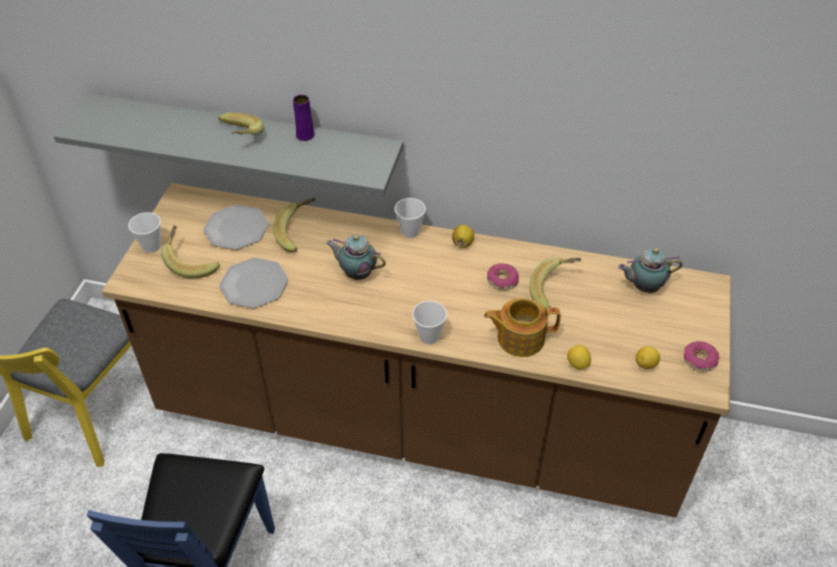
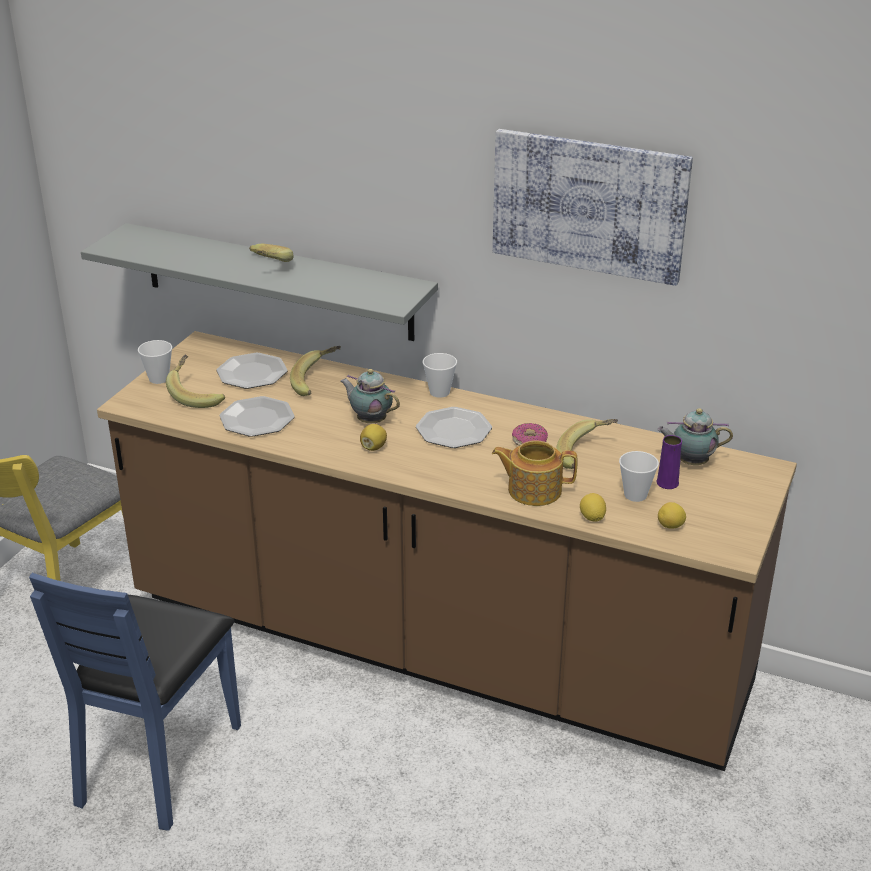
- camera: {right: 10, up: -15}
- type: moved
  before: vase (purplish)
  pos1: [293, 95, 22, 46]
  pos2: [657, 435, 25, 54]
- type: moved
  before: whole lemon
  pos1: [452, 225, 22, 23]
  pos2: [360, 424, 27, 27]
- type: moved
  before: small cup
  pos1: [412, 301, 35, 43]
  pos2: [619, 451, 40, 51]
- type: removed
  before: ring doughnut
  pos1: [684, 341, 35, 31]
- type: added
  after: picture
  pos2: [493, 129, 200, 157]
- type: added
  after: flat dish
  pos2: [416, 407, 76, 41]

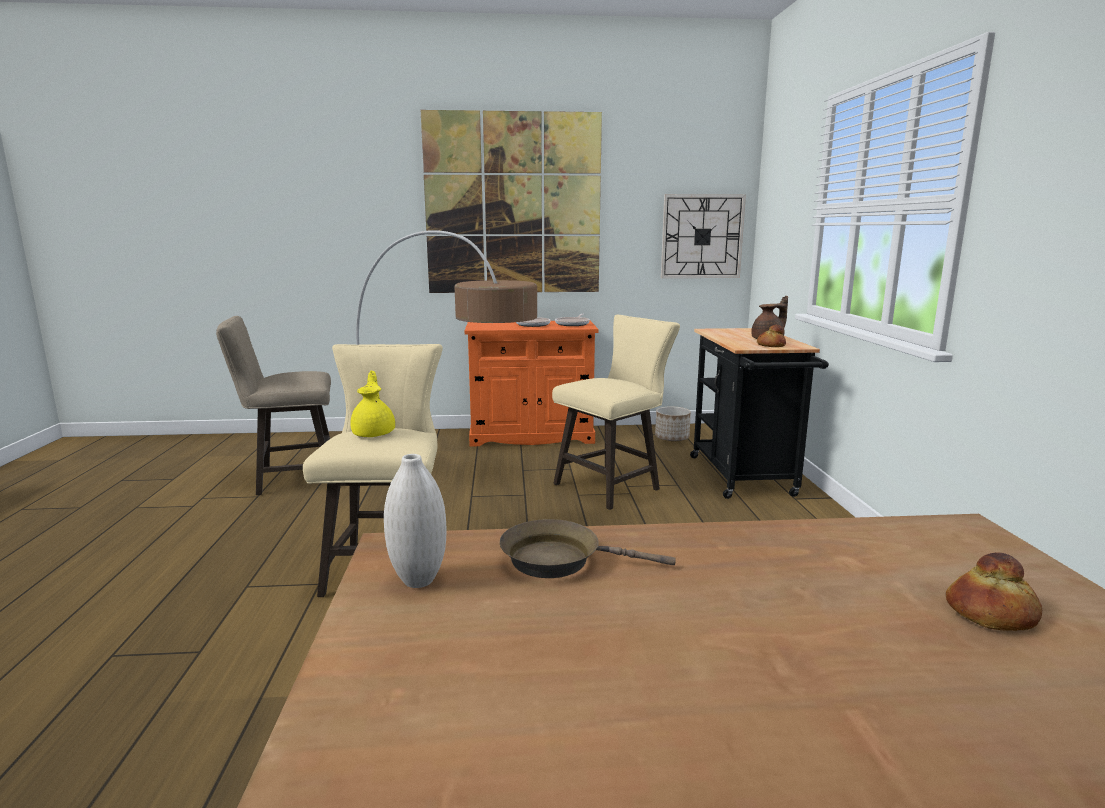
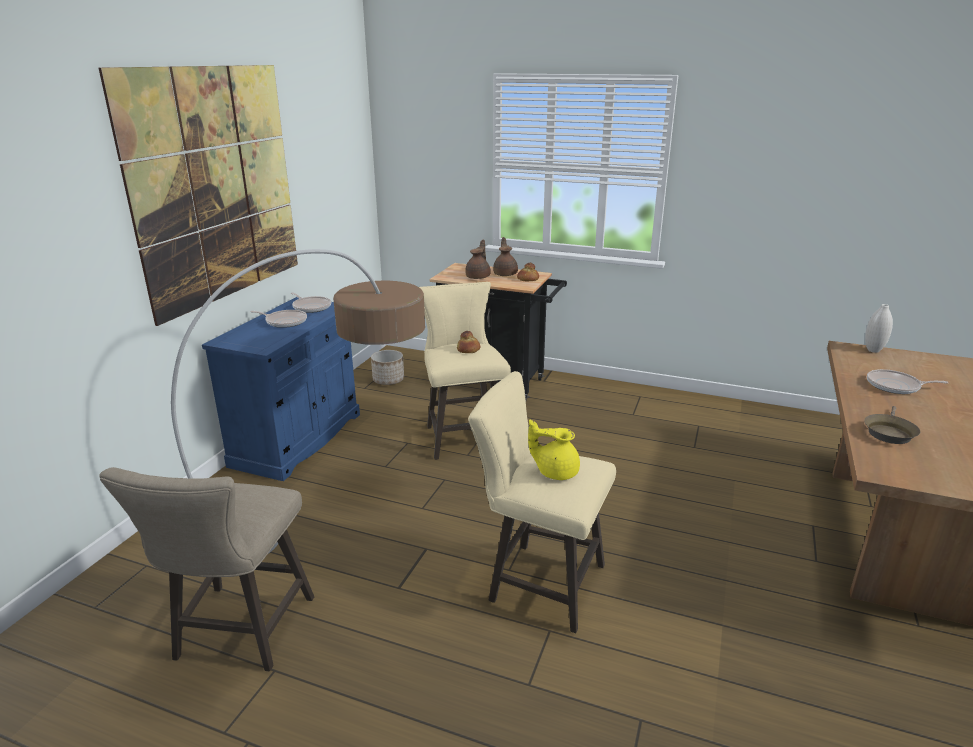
- camera: {right: -65, up: 10}
- type: removed
  before: wall clock
  pos1: [661, 194, 85, 84]
- type: recoloured
  before: cabinet (orange-coloured)
  after: cabinet (bluish)
  pos1: [465, 321, 134, 126]
  pos2: [202, 297, 158, 184]
- type: moved
  before: vase (white-coloured)
  pos1: [384, 454, 62, 134]
  pos2: [865, 304, 28, 49]
- type: moved
  before: bread
  pos1: [946, 553, 96, 78]
  pos2: [457, 331, 23, 22]
- type: added
  after: pot for tea (brown)
  pos2: [465, 239, 26, 40]
- type: added
  after: skillet
  pos2: [867, 369, 81, 25]

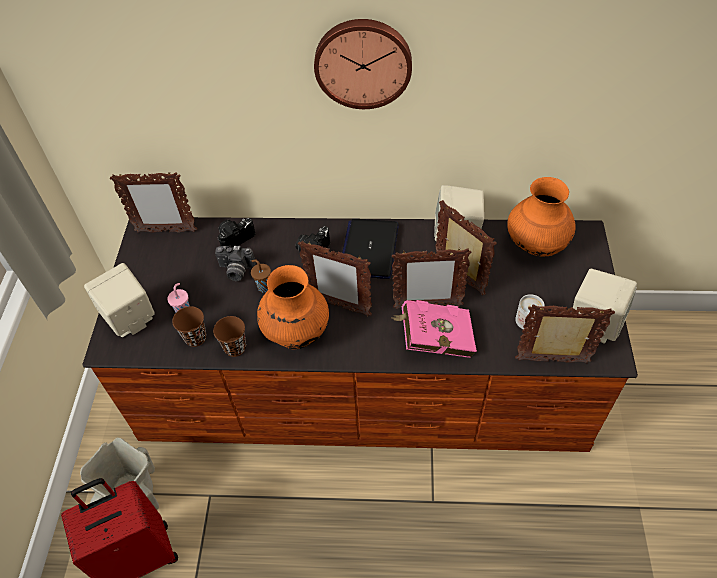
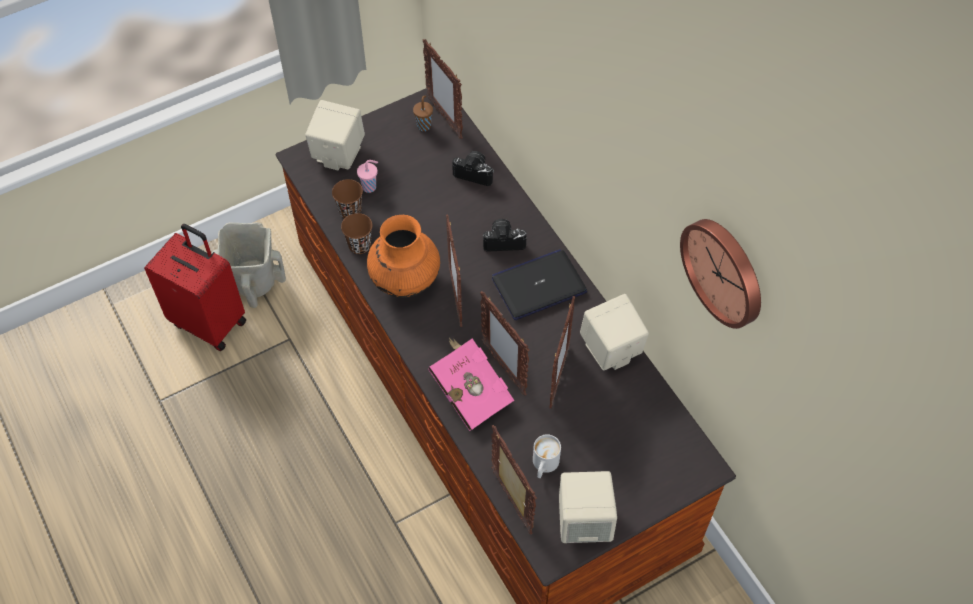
- camera: {right: 55, up: 5}
- type: moved
  before: wall clock
  pos1: [314, 19, 98, 90]
  pos2: [680, 219, 81, 110]
- type: removed
  before: vase (orange-coloured)
  pos1: [507, 177, 69, 79]
- type: removed
  before: photo camera
  pos1: [215, 246, 41, 35]
- type: moved
  before: small cup (brown)
  pos1: [251, 259, 20, 33]
  pos2: [413, 95, 20, 36]

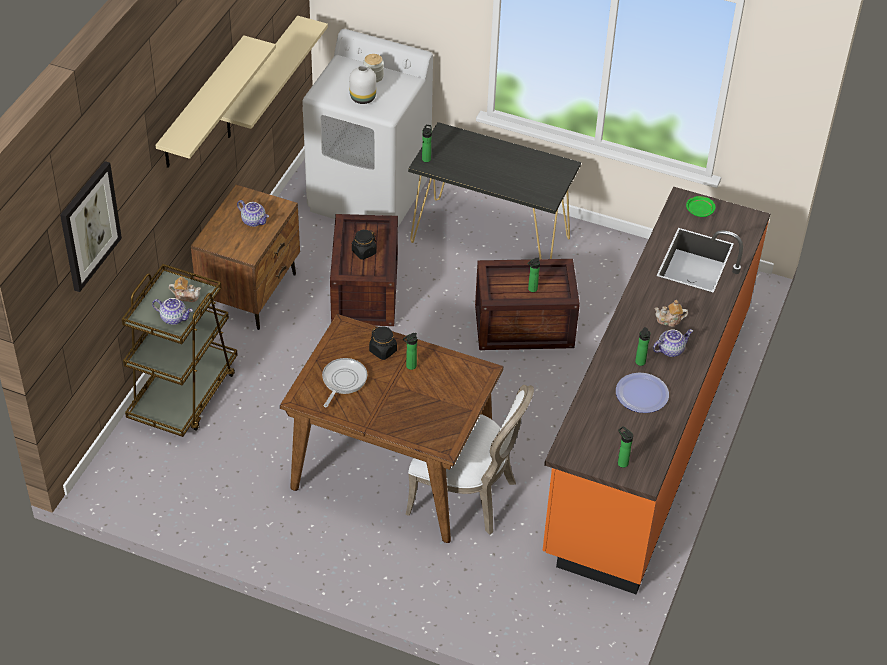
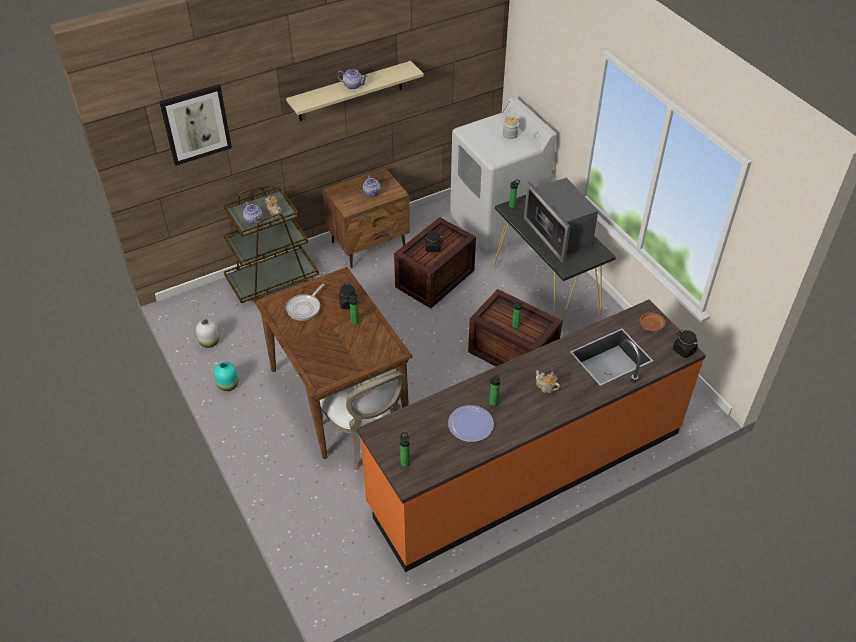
- camera: {right: 40, up: 0}
- type: removed
  before: wall shelf (sand-coloured)
  pos1: [221, 16, 107, 122]
- type: moved
  before: vase (white-coloured)
  pos1: [349, 65, 27, 39]
  pos2: [196, 319, 23, 29]
- type: recoloured
  before: flat dish (green-coloured)
  after: flat dish (brown)
  pos1: [686, 196, 30, 21]
  pos2: [640, 313, 25, 18]
- type: moved
  before: pot for tea
  pos1: [652, 329, 41, 28]
  pos2: [337, 69, 31, 20]
- type: turned
  before: skillet
  pos1: [322, 358, 45, 49]
  pos2: [286, 284, 38, 37]
  turn: 150
- type: added
  after: kitchen microwave
  pos2: [524, 178, 74, 85]
- type: added
  after: storage jar (blackish)
  pos2: [673, 330, 25, 28]
- type: added
  after: vase (blue-green)
  pos2: [214, 362, 24, 29]

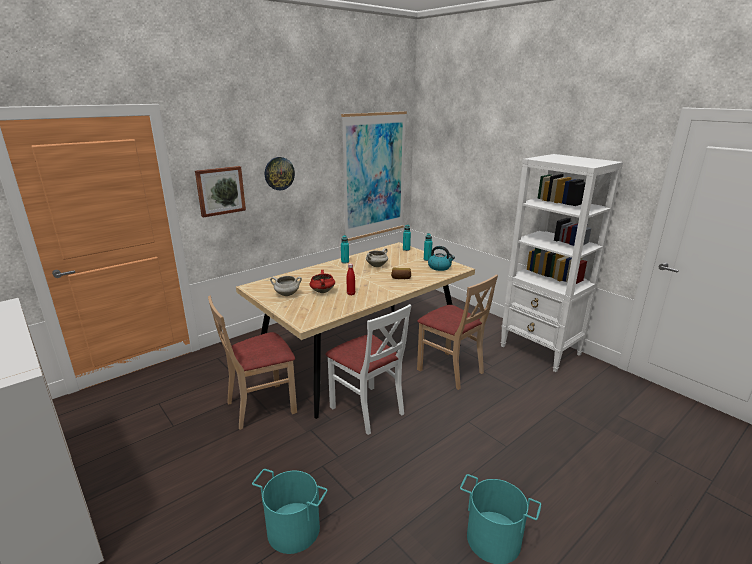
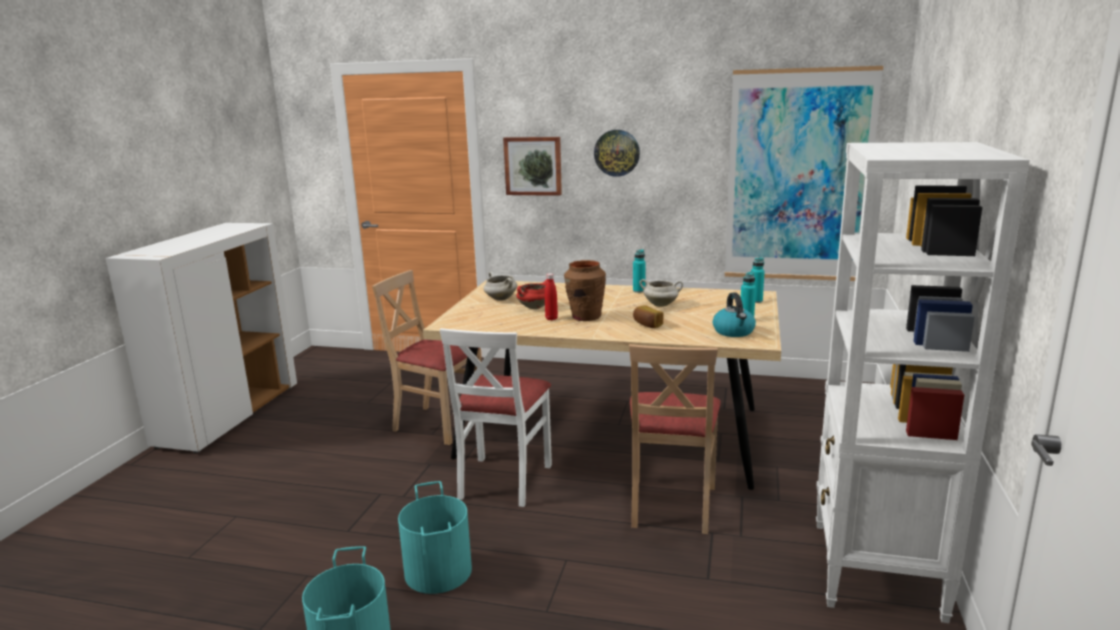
- camera: {right: 55, up: -5}
- type: moved
  before: bucket (blue-green)
  pos1: [252, 469, 76, 85]
  pos2: [398, 481, 74, 113]
- type: added
  after: vase (brown)
  pos2: [564, 260, 42, 61]

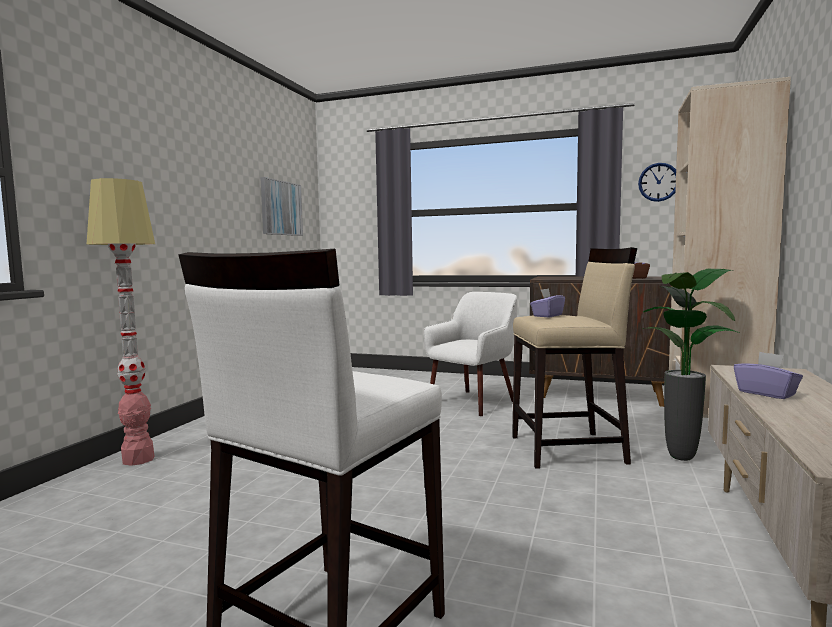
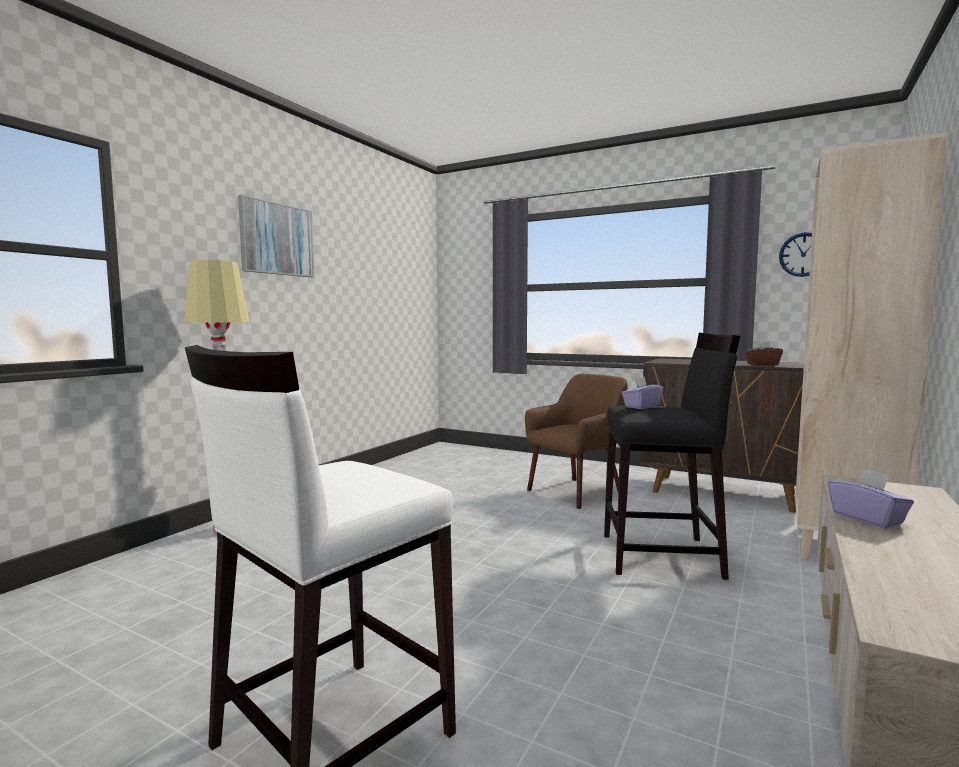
- camera: {right: 10, up: 0}
- type: moved
  before: picture
  pos1: [260, 177, 43, 59]
  pos2: [238, 195, 76, 82]
- type: recoloured
  before: stool (sand-coloured)
  after: stool (blackish)
  pos1: [512, 247, 125, 222]
  pos2: [604, 333, 136, 247]
- type: removed
  before: plant in a pot
  pos1: [642, 269, 97, 192]
- type: recoloured
  before: armchair (white-coloured)
  after: armchair (brown)
  pos1: [424, 292, 93, 124]
  pos2: [525, 374, 103, 135]

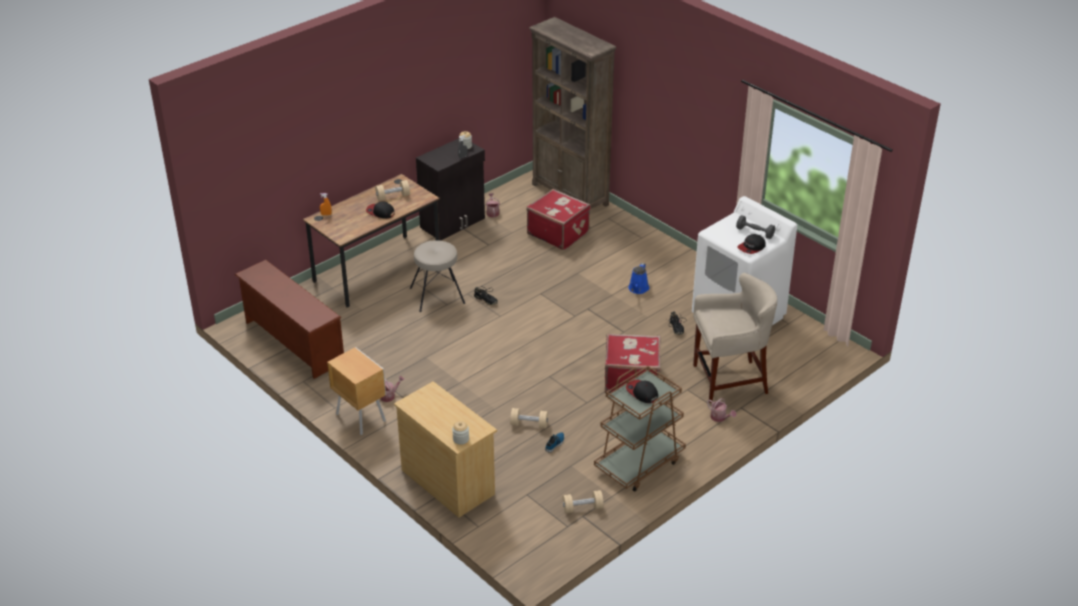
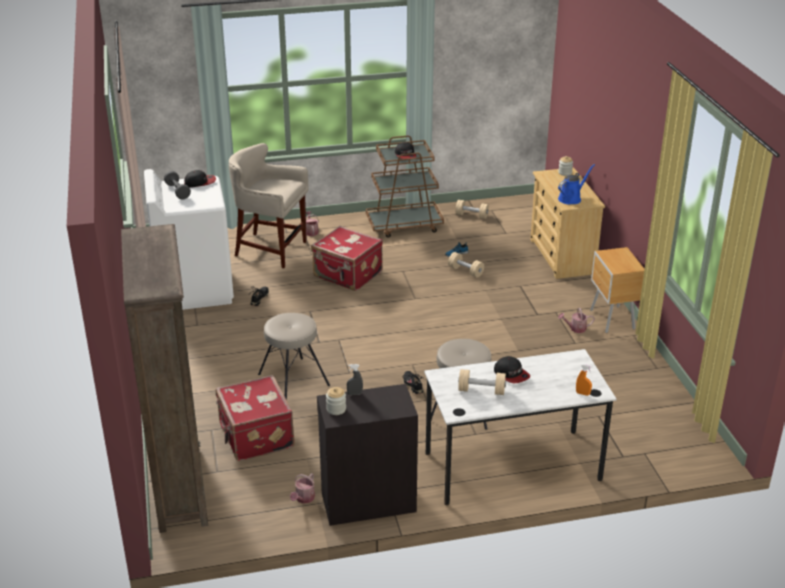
- camera: {right: -150, up: -5}
- type: recoloured
  before: desk (brown)
  after: desk (white-coloured)
  pos1: [303, 174, 137, 134]
  pos2: [424, 349, 193, 156]
- type: removed
  before: shoe rack (brown)
  pos1: [235, 260, 109, 119]
- type: moved
  before: watering can (bluish)
  pos1: [628, 263, 21, 31]
  pos2: [558, 164, 37, 41]
- type: added
  after: stool (sand-coloured)
  pos2: [258, 313, 72, 87]

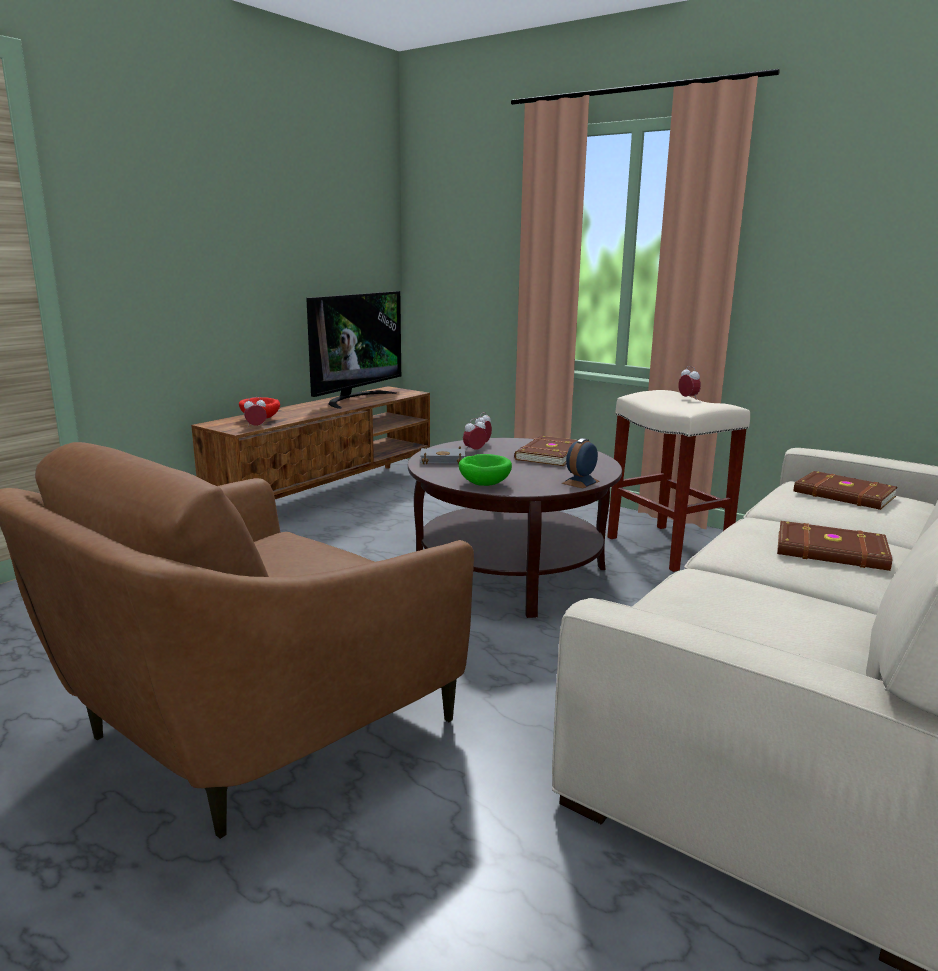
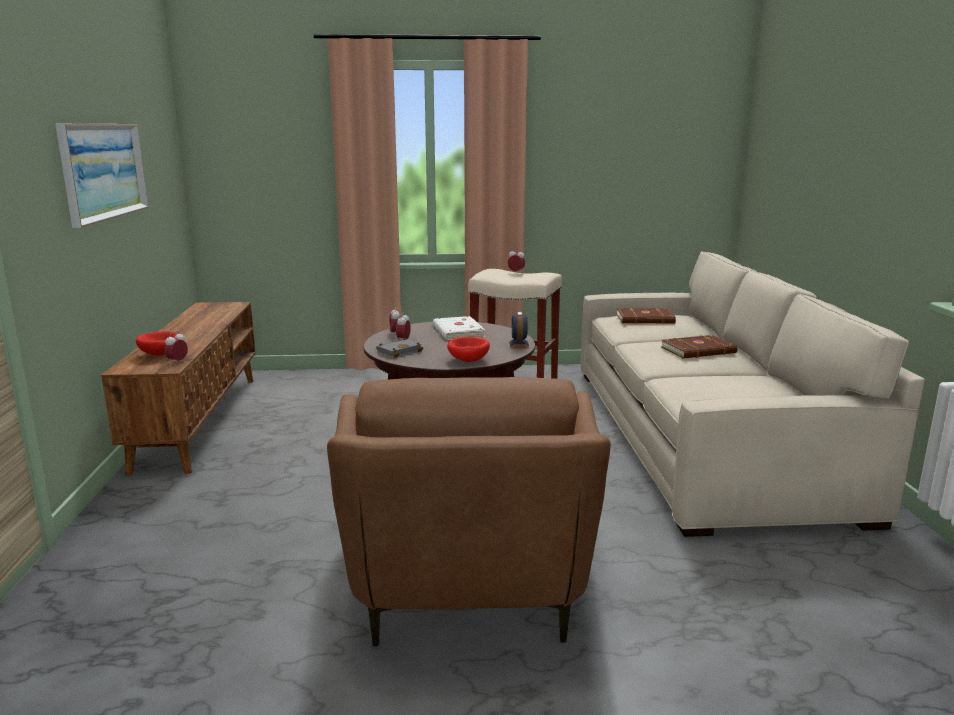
- camera: {right: -40, up: 0}
- type: removed
  before: TV
  pos1: [306, 291, 95, 118]
- type: recoloured
  before: volume (brown)
  after: volume (white-coloured)
  pos1: [514, 436, 64, 30]
  pos2: [433, 316, 52, 24]
- type: recoloured
  before: bowl (green-coloured)
  after: bowl (red)
  pos1: [459, 454, 53, 32]
  pos2: [447, 337, 43, 25]
- type: added
  after: picture
  pos2: [55, 124, 93, 104]

